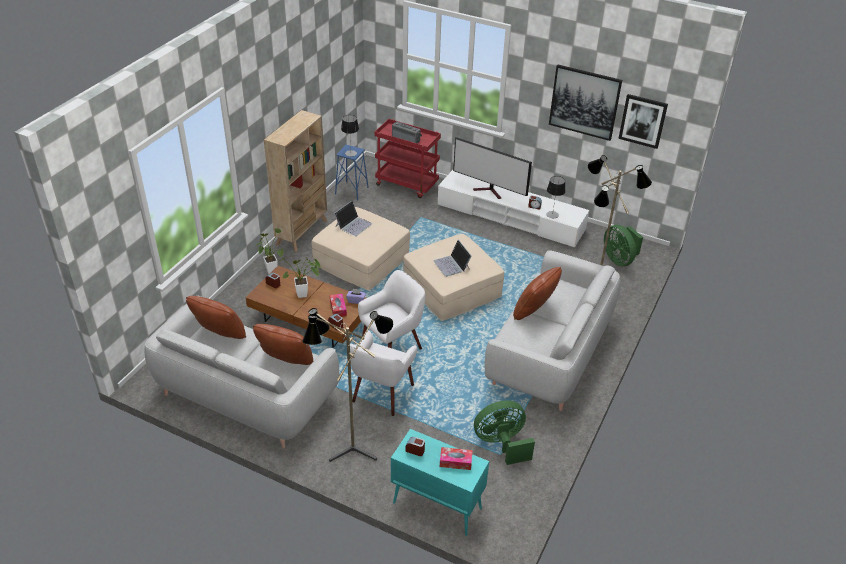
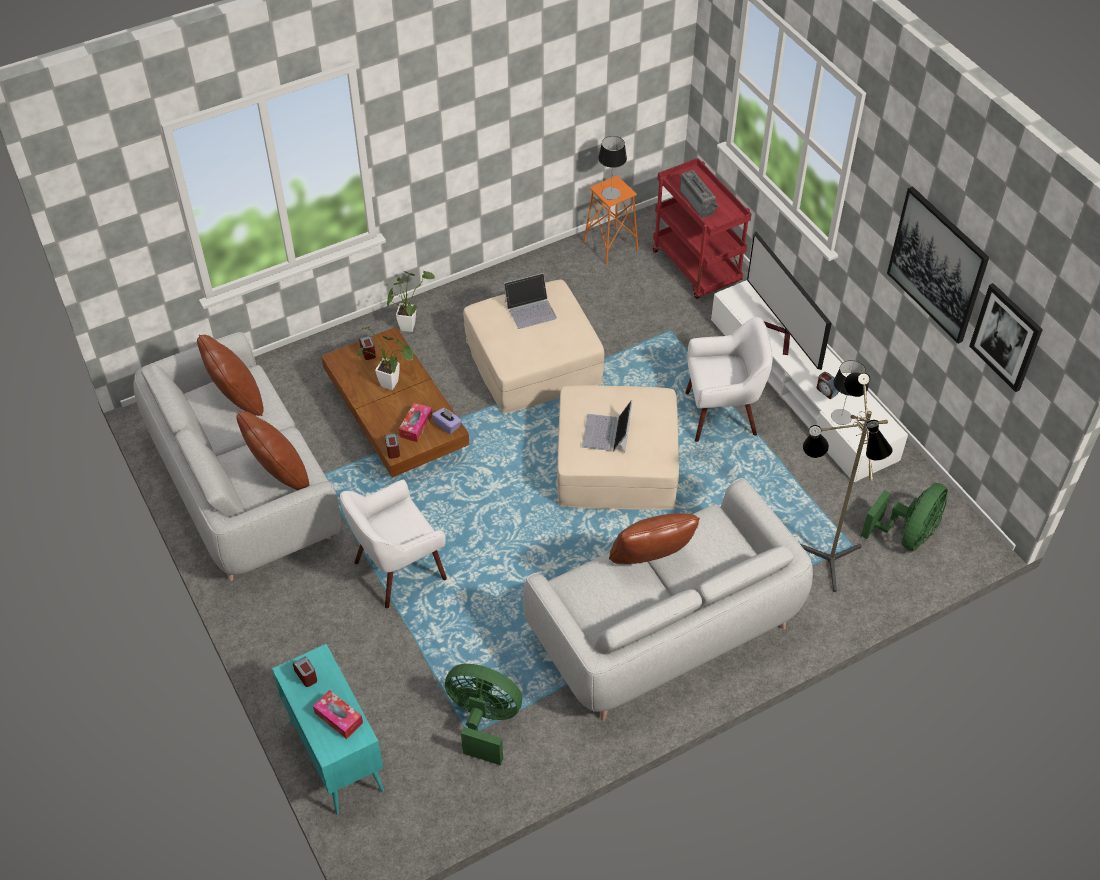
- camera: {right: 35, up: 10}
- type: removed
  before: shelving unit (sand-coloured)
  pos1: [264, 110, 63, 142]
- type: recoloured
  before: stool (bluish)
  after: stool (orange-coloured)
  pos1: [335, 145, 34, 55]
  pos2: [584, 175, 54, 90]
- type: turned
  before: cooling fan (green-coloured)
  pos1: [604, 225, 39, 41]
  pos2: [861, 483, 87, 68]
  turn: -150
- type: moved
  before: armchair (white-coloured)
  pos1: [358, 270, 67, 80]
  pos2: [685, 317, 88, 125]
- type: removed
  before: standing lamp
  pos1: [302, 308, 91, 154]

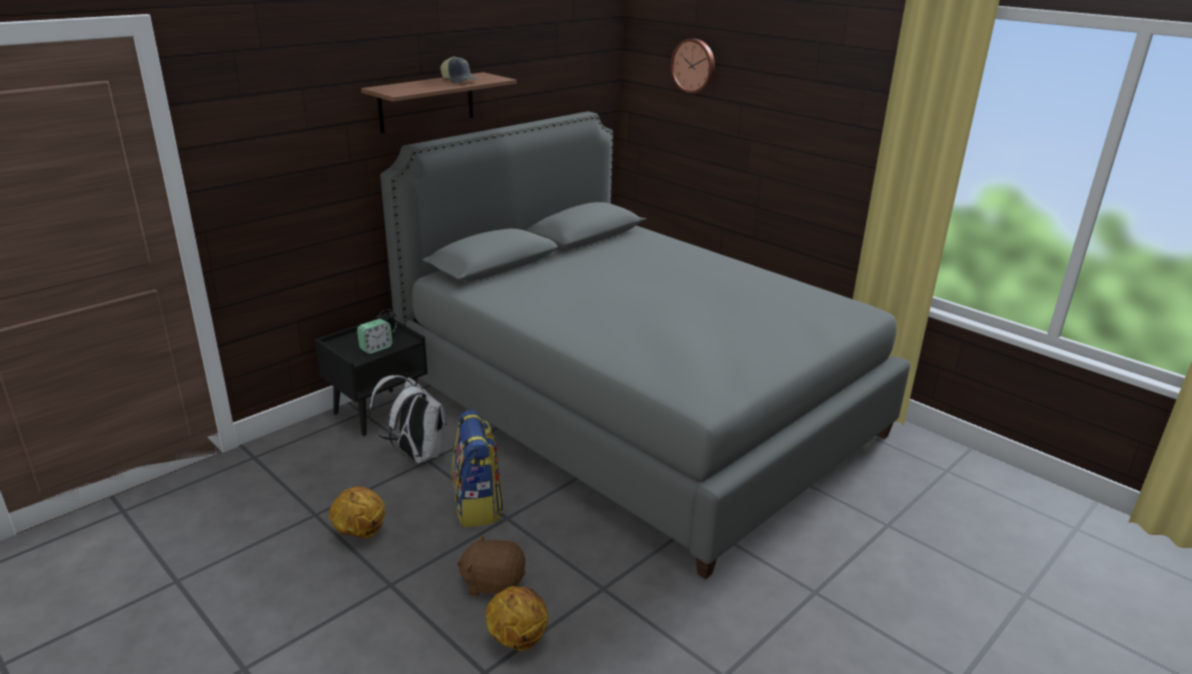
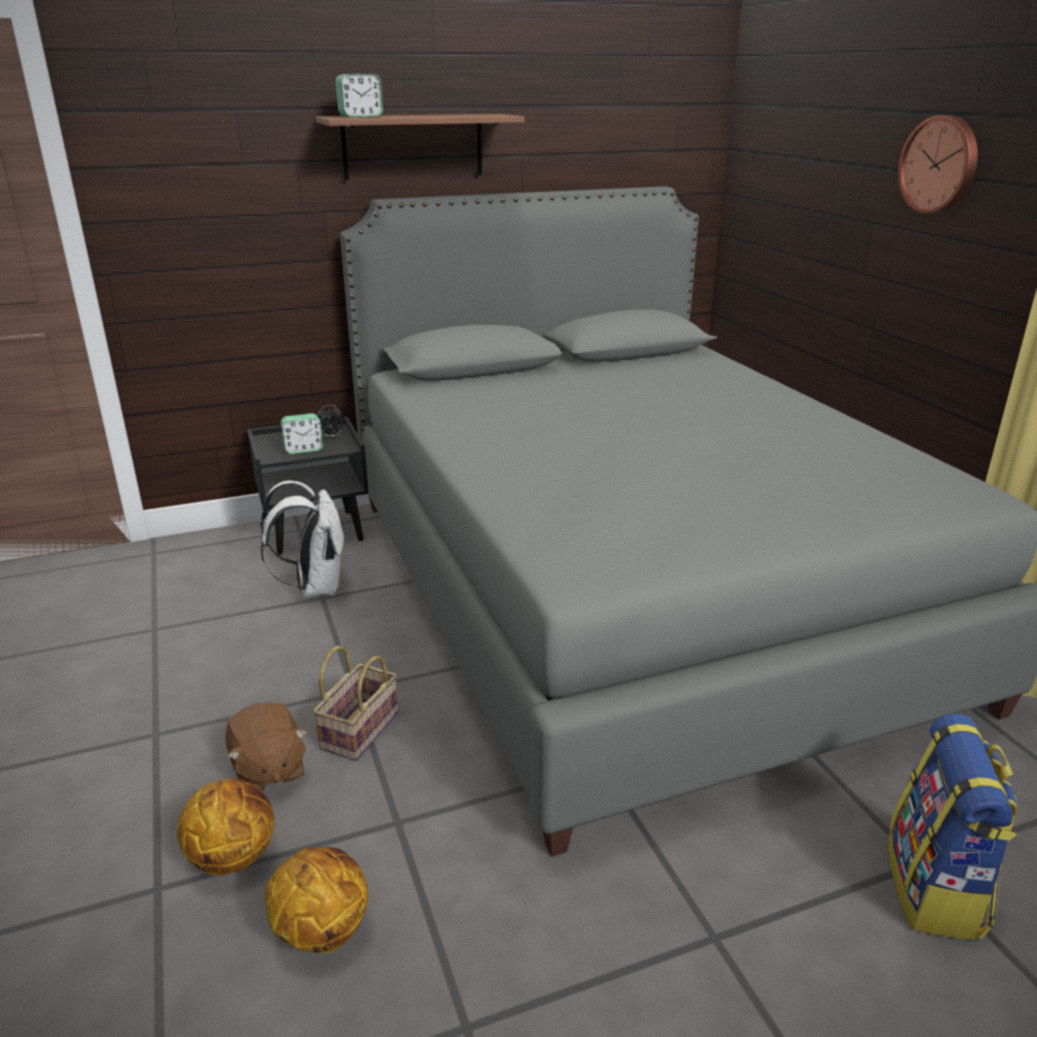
- camera: {right: 25, up: 0}
- type: moved
  before: wall clock
  pos1: [670, 39, 45, 54]
  pos2: [898, 115, 80, 98]
- type: removed
  before: baseball cap
  pos1: [440, 56, 38, 27]
- type: moved
  before: rucksack
  pos1: [451, 410, 53, 117]
  pos2: [888, 713, 129, 228]
- type: moved
  before: basketball ball
  pos1: [329, 486, 57, 52]
  pos2: [265, 847, 103, 106]
- type: turned
  before: cuddly toy (brown)
  pos1: [456, 534, 70, 62]
  pos2: [225, 702, 82, 89]
  turn: -150
- type: added
  after: table clock
  pos2: [335, 73, 48, 44]
- type: added
  after: household basket
  pos2: [313, 646, 85, 115]

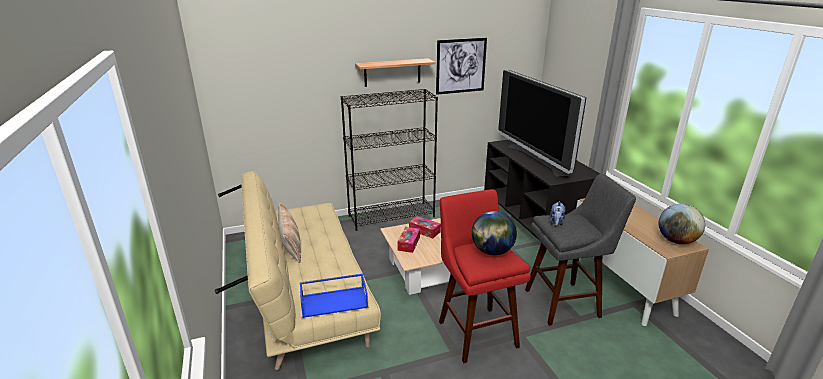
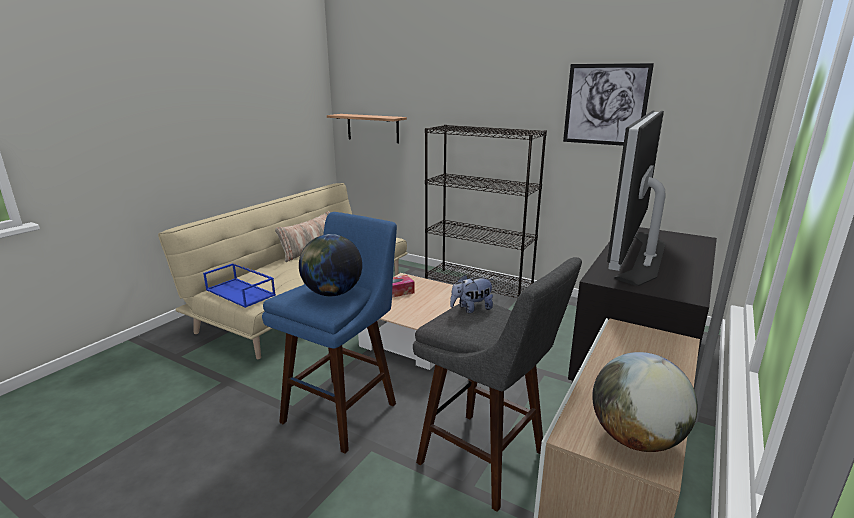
- camera: {right: 50, up: -5}
- type: moved
  before: wall shelf
  pos1: [355, 58, 81, 29]
  pos2: [327, 114, 80, 29]
- type: recoloured
  before: stool (red)
  after: stool (bluish)
  pos1: [439, 189, 92, 174]
  pos2: [262, 212, 135, 242]
- type: removed
  before: box of tissues
  pos1: [409, 216, 32, 23]

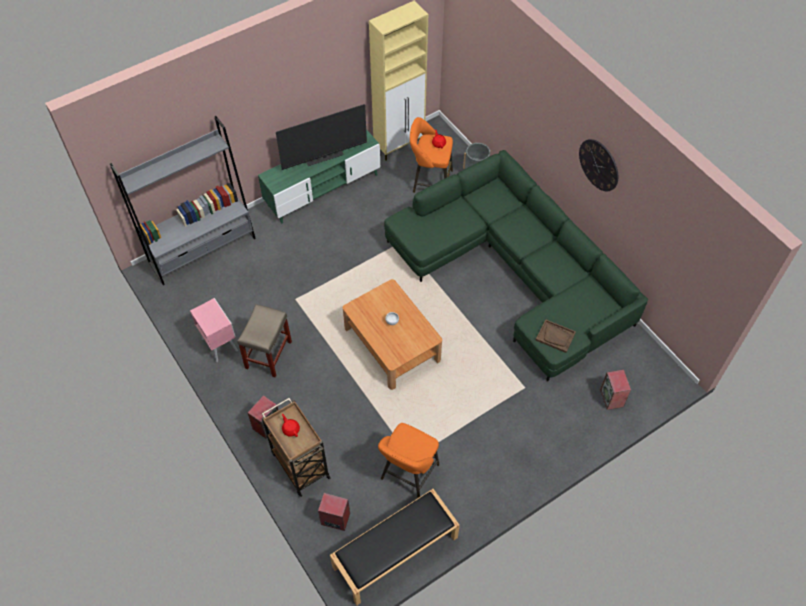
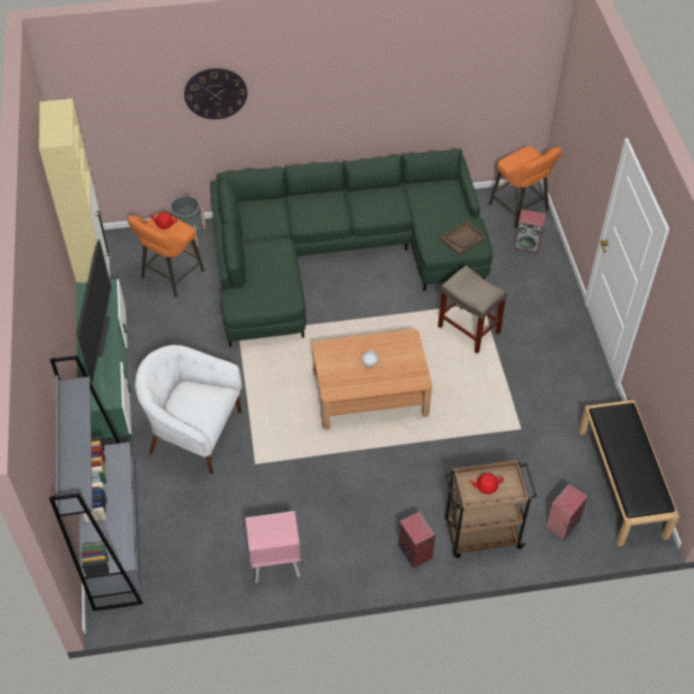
- camera: {right: -65, up: -5}
- type: moved
  before: wall clock
  pos1: [579, 139, 39, 52]
  pos2: [184, 68, 63, 51]
- type: moved
  before: stool (sand-coloured)
  pos1: [237, 304, 55, 73]
  pos2: [438, 265, 69, 88]
- type: moved
  before: stool (orange-coloured)
  pos1: [378, 423, 61, 75]
  pos2: [489, 146, 73, 82]
- type: added
  after: armchair (white-coloured)
  pos2: [135, 345, 107, 129]

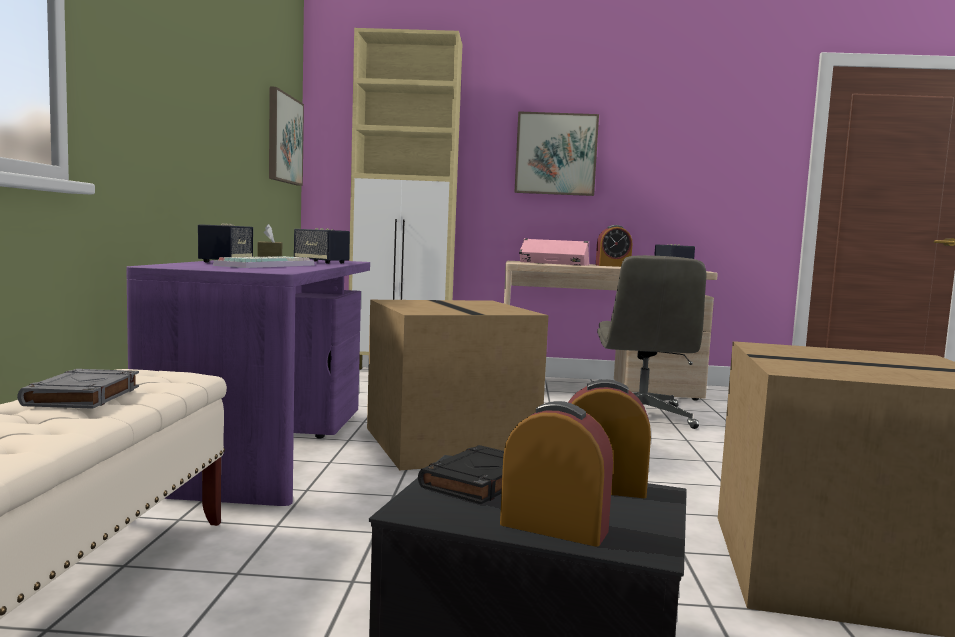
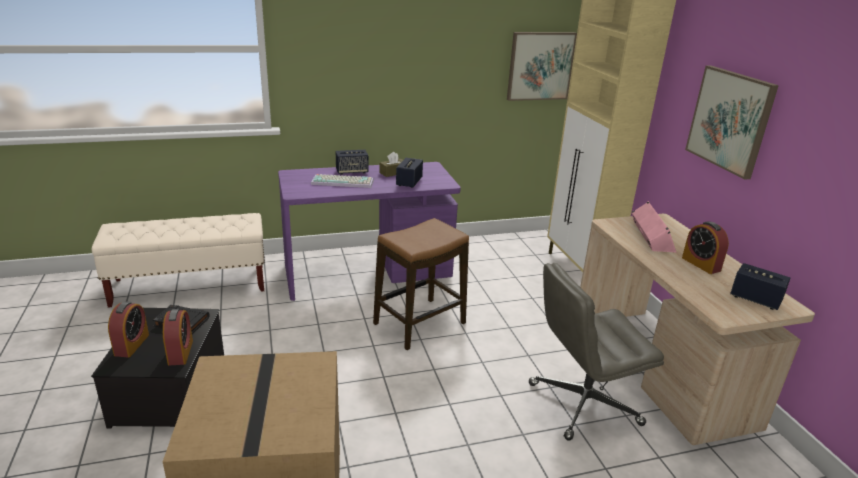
- camera: {right: 70, up: 20}
- type: replaced
  before: carton
  after: stool
  pos1: [367, 300, 181, 170]
  pos2: [373, 218, 96, 132]
- type: removed
  before: volume (grey)
  pos1: [17, 369, 122, 40]

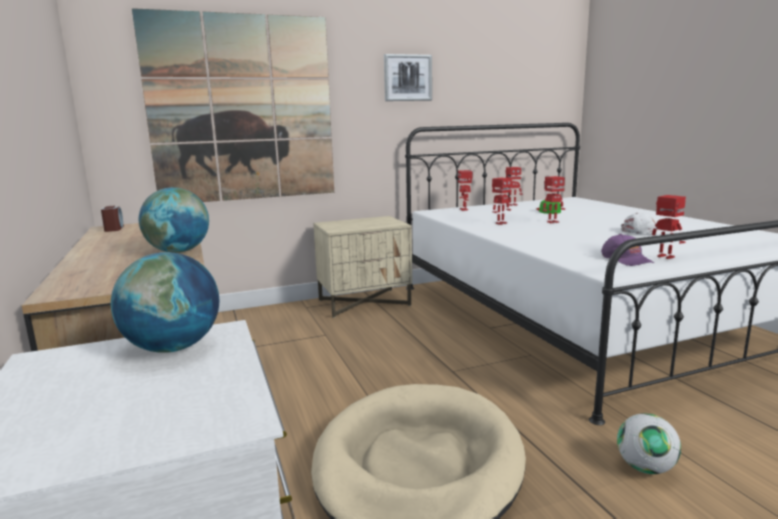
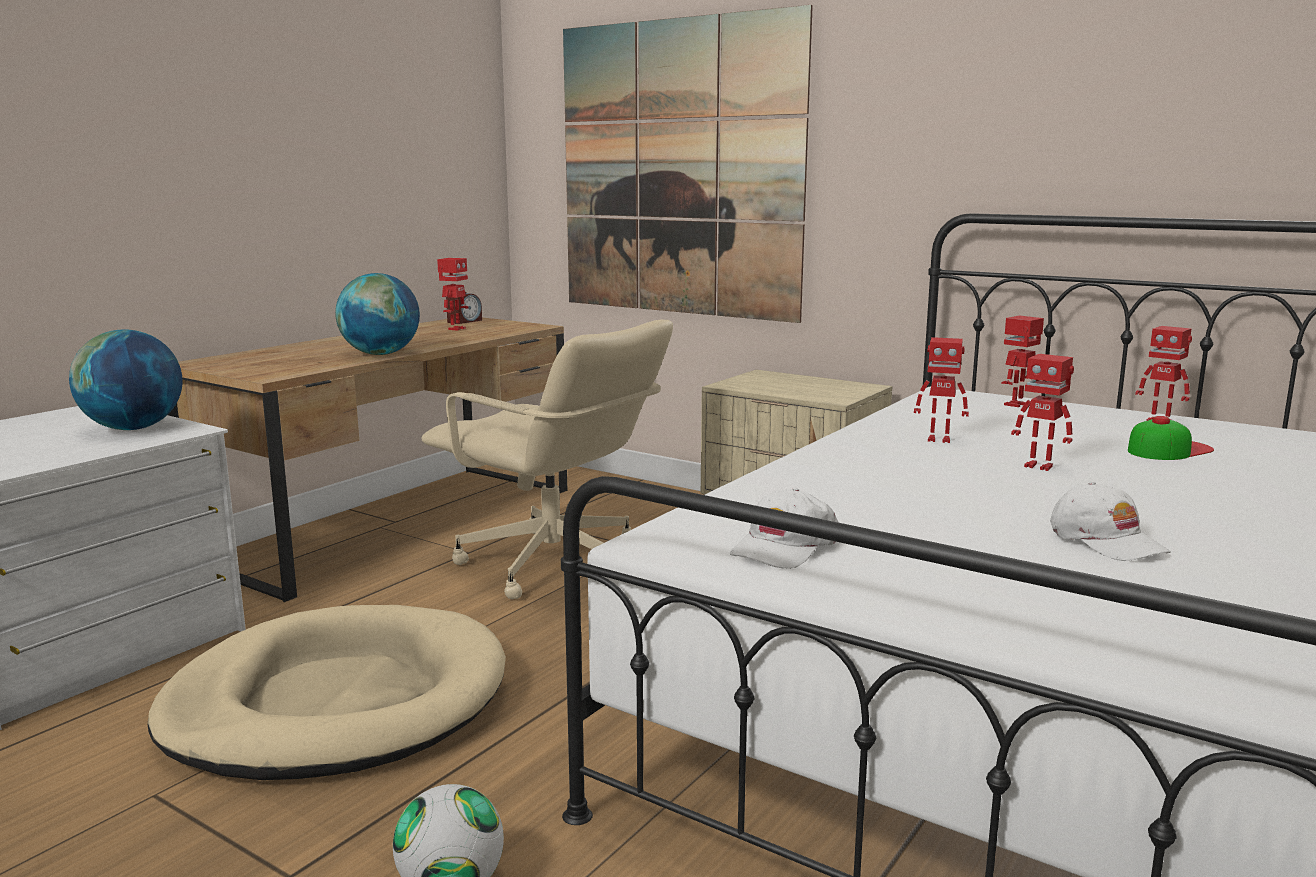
- camera: {right: 55, up: 0}
- type: removed
  before: picture
  pos1: [384, 54, 48, 47]
- type: moved
  before: robot figure
  pos1: [652, 195, 34, 64]
  pos2: [437, 258, 31, 73]
- type: recoloured
  before: baseball cap (purplish)
  after: baseball cap (white-coloured)
  pos1: [601, 234, 53, 32]
  pos2: [730, 488, 109, 81]
- type: added
  after: desk chair (sand-coloured)
  pos2: [421, 320, 252, 279]

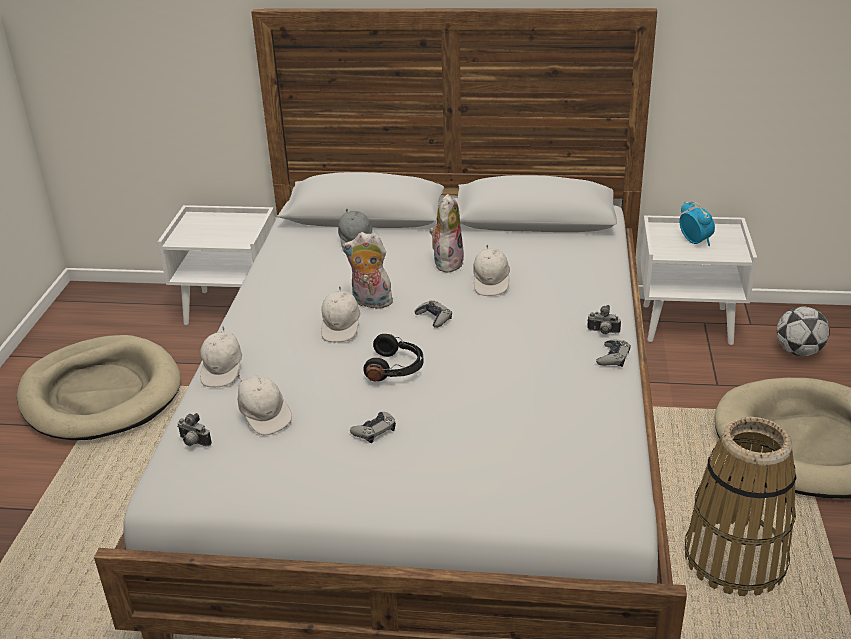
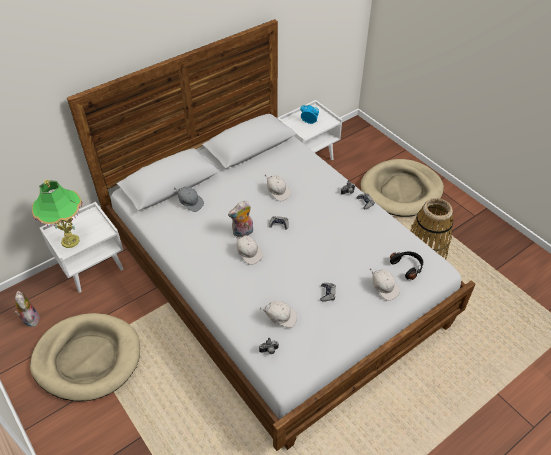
- camera: {right: -45, up: 15}
- type: moved
  before: cuddly toy
  pos1: [430, 194, 34, 79]
  pos2: [15, 291, 25, 36]
- type: removed
  before: football ball
  pos1: [777, 306, 53, 50]
- type: moved
  before: baseball cap (white-coloured)
  pos1: [200, 326, 42, 62]
  pos2: [370, 268, 30, 33]
- type: moved
  before: headphones (blackish)
  pos1: [363, 334, 61, 47]
  pos2: [390, 251, 33, 29]
- type: added
  after: table lamp
  pos2: [32, 180, 50, 68]

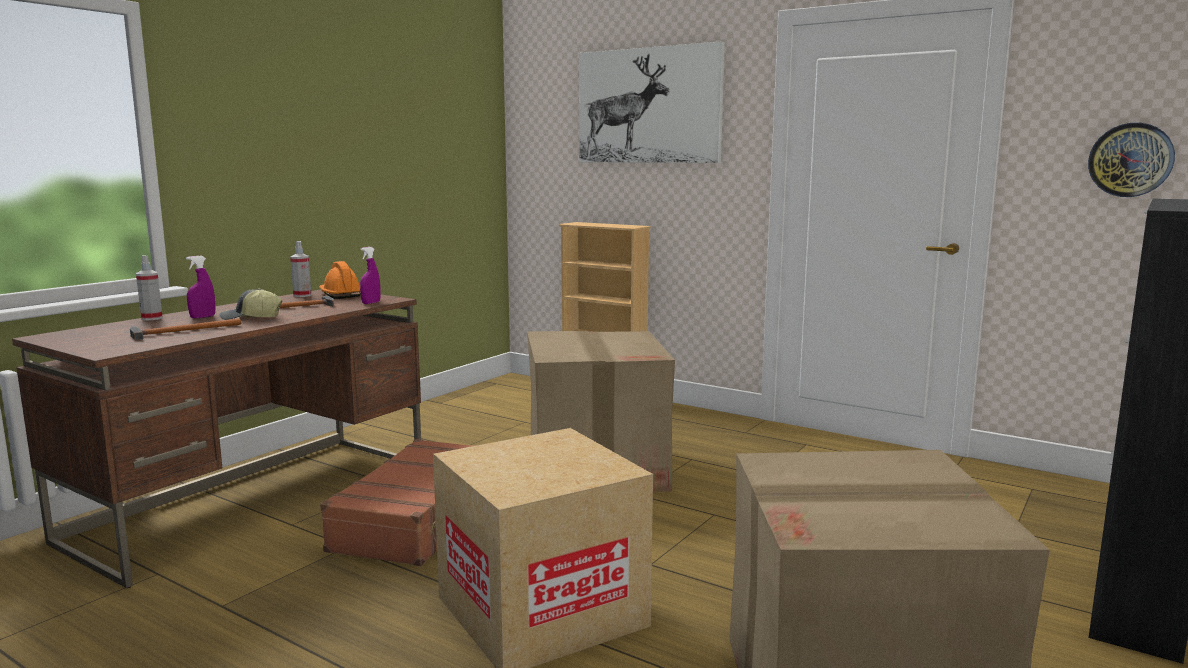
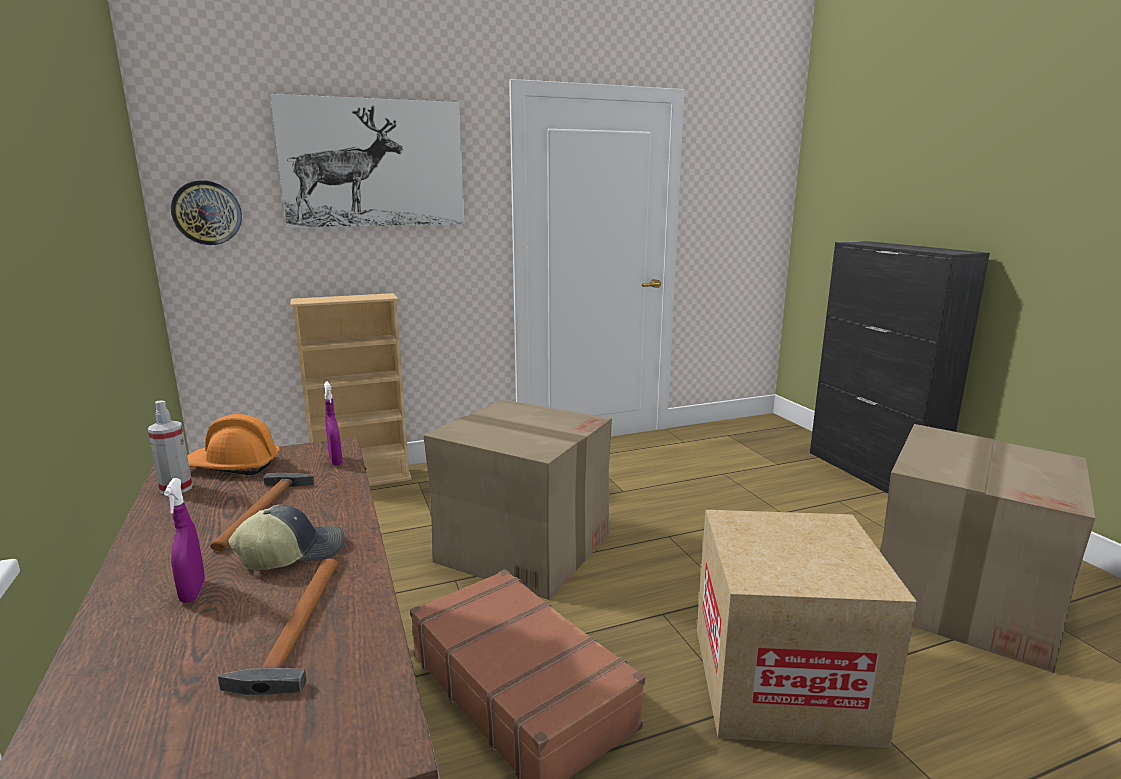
- camera: {right: -55, up: 5}
- type: moved
  before: wall clock
  pos1: [1088, 123, 87, 74]
  pos2: [171, 180, 71, 65]
- type: removed
  before: hand sprayer
  pos1: [136, 255, 27, 65]
- type: turned
  before: baseball cap
  pos1: [220, 288, 62, 32]
  pos2: [228, 504, 117, 66]
  turn: -150

